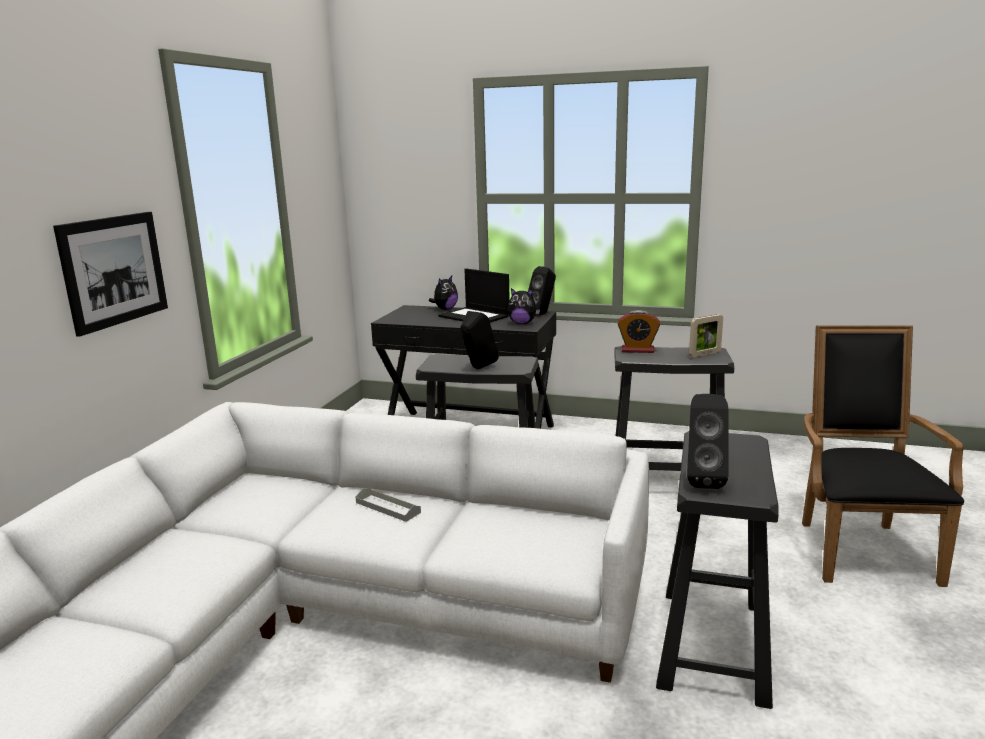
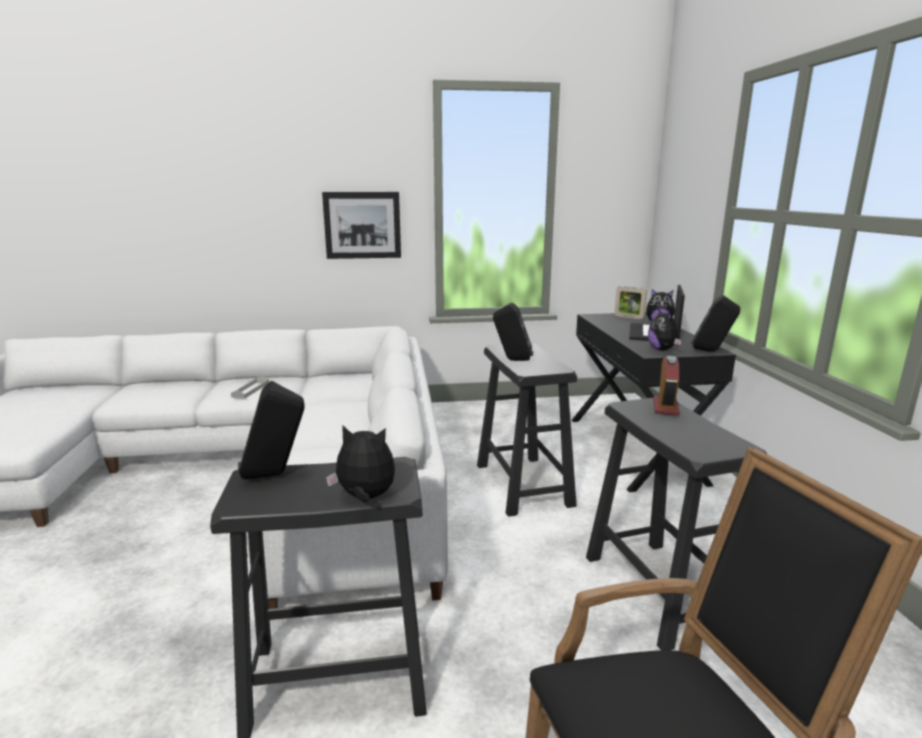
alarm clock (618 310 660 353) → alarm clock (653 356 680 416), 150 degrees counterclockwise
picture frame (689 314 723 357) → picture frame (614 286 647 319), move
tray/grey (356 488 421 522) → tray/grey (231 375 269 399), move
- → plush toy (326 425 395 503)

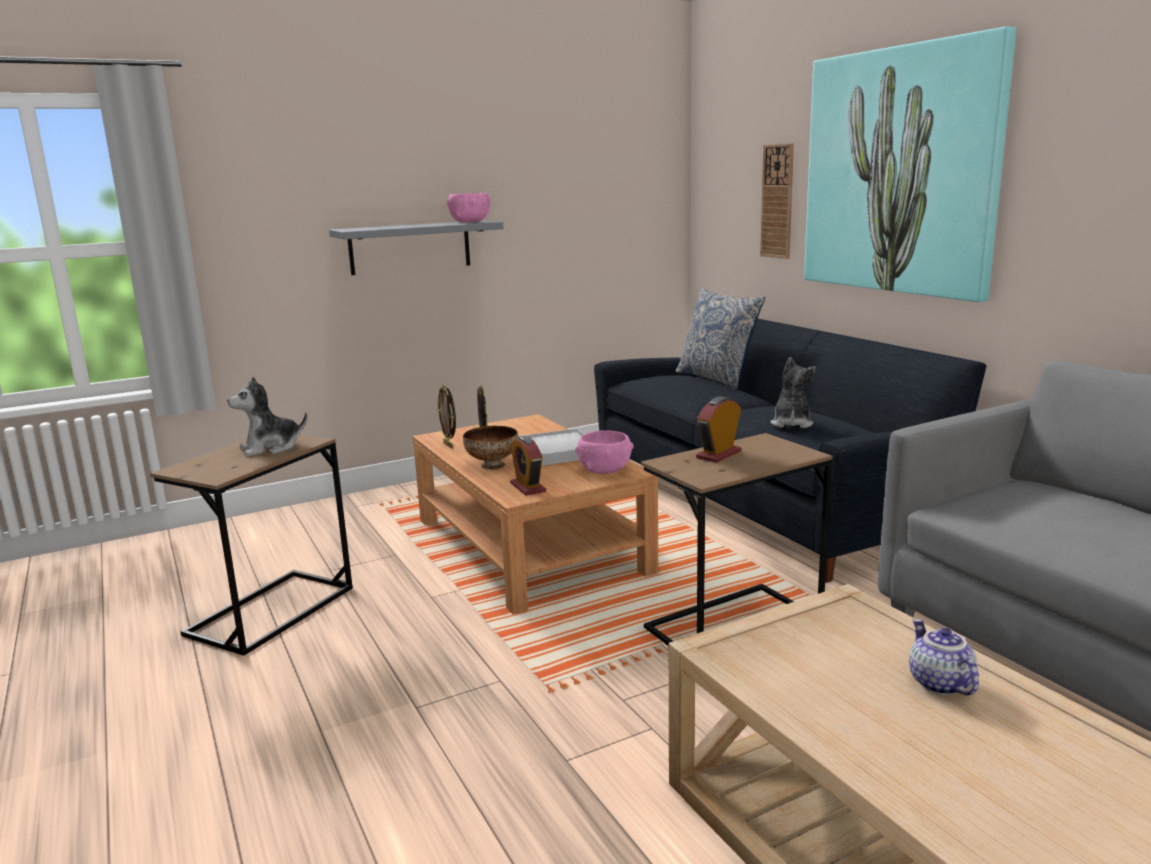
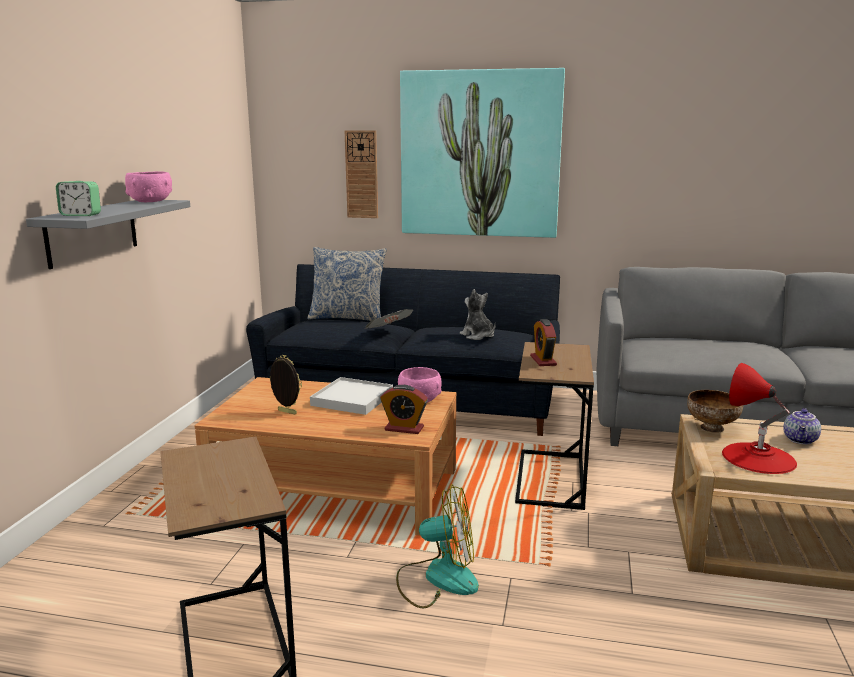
plush toy (227 376 307 457) → -
picture frame (437 384 456 449) → -
bowl (463 426 518 470) → bowl (687 390 743 433), move
teapot (909 619 979 695) → teapot (783 408 821 445), 90 degrees counterclockwise
- → alarm clock (56 181 101 216)
- → newspaper (365 309 413 329)
- → table lamp/red (722 363 797 474)
- → fan (396 484 479 608)

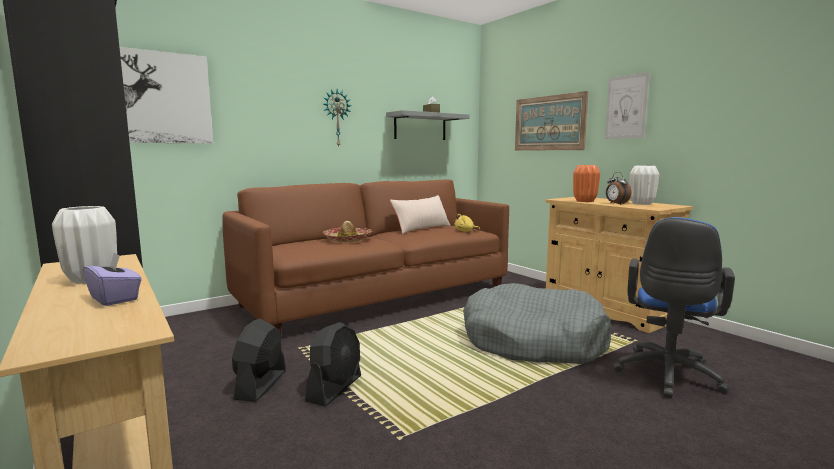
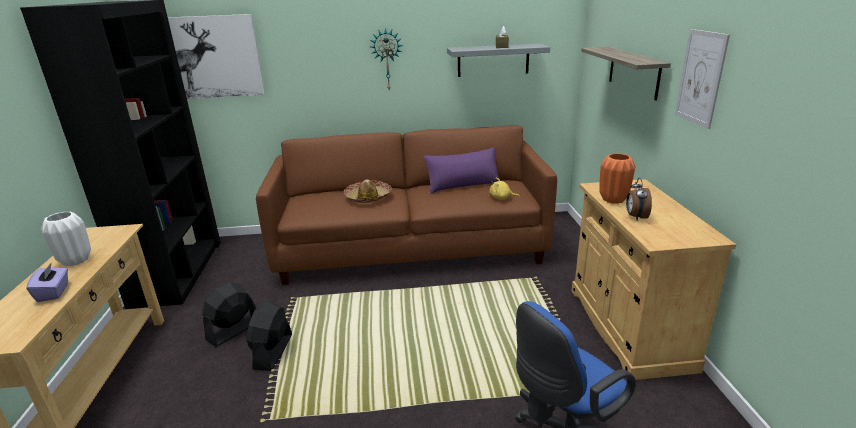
picture (515 91 589 151) → shelf (581 47 671 101)
vase/white (629 166 659 205) → -
pillow/beige (390 195 451 234) → pillow/purple (424 147 500 194)
dog bed/grey (463 283 612 364) → -
fan/black (305 322 361 407) → fan/black (246 301 292 371), 135 degrees clockwise

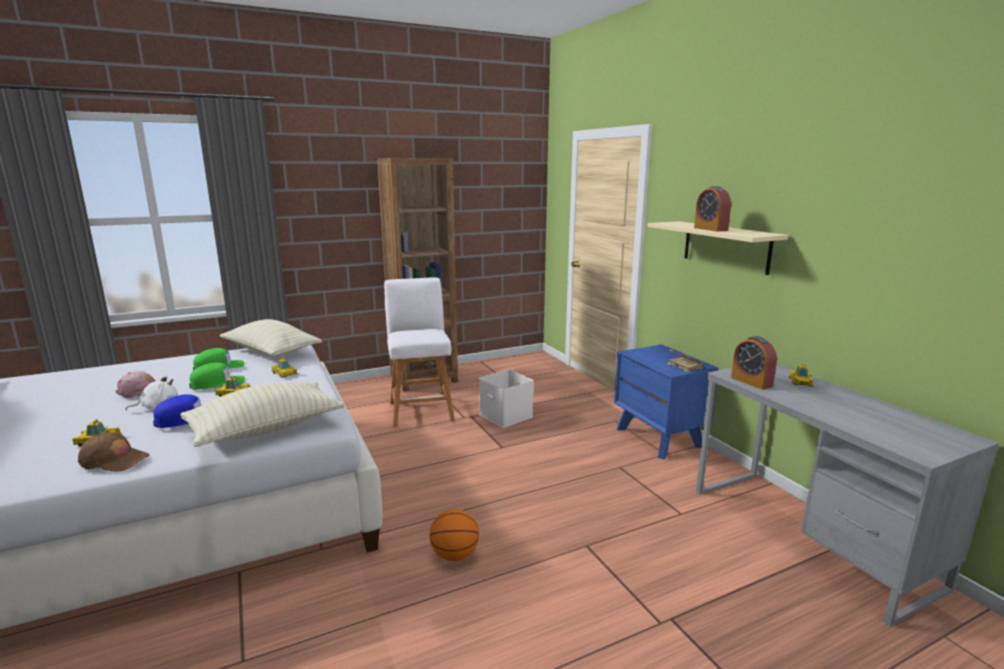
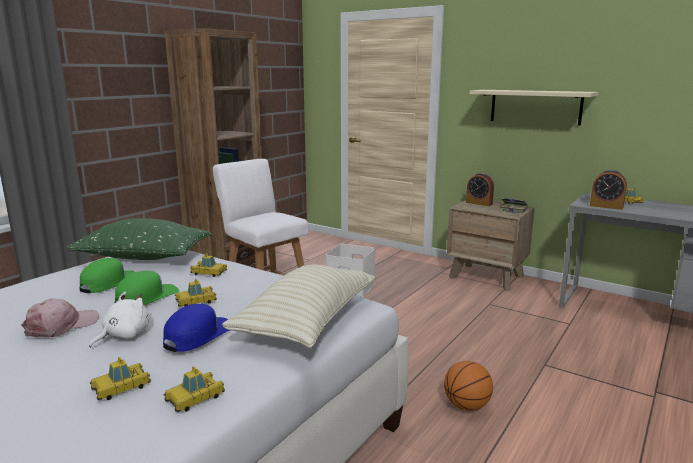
alarm clock (694 186 731 232) → alarm clock (466 173 494 206), move
pillow/beige (220 319 322 356) → pillow/green (66 218 211 260)
nightstand/blue (614 344 719 460) → nightstand/brown (447 200 535 291)
cap/brown (78 432 150 472) → toy car (164 367 225 412)

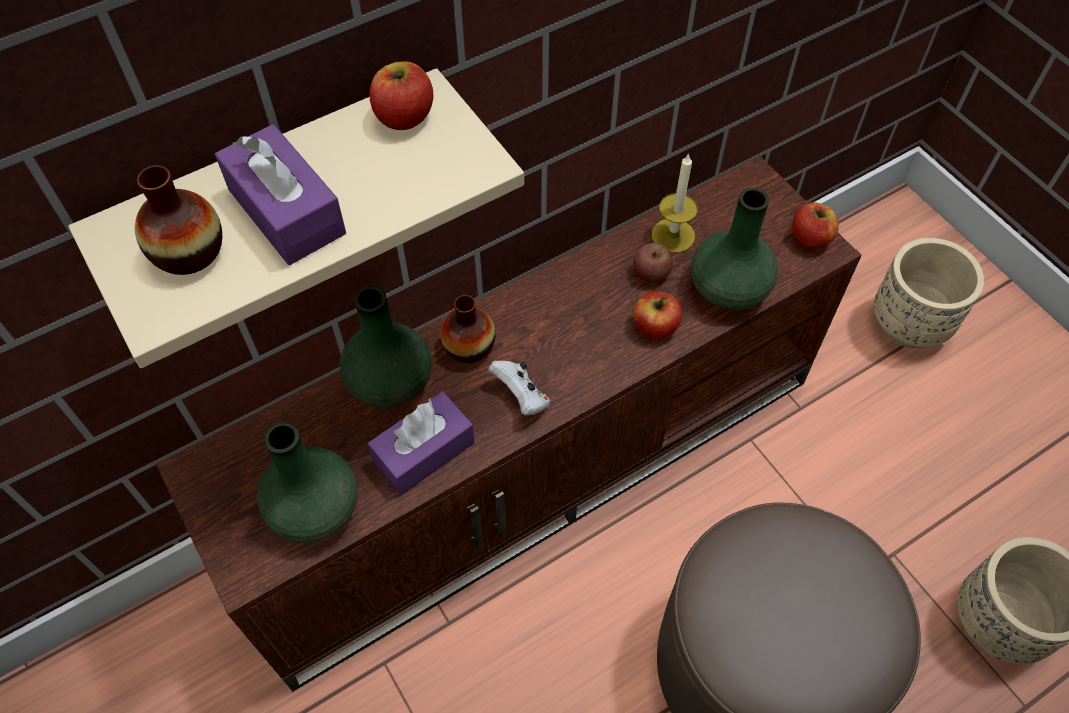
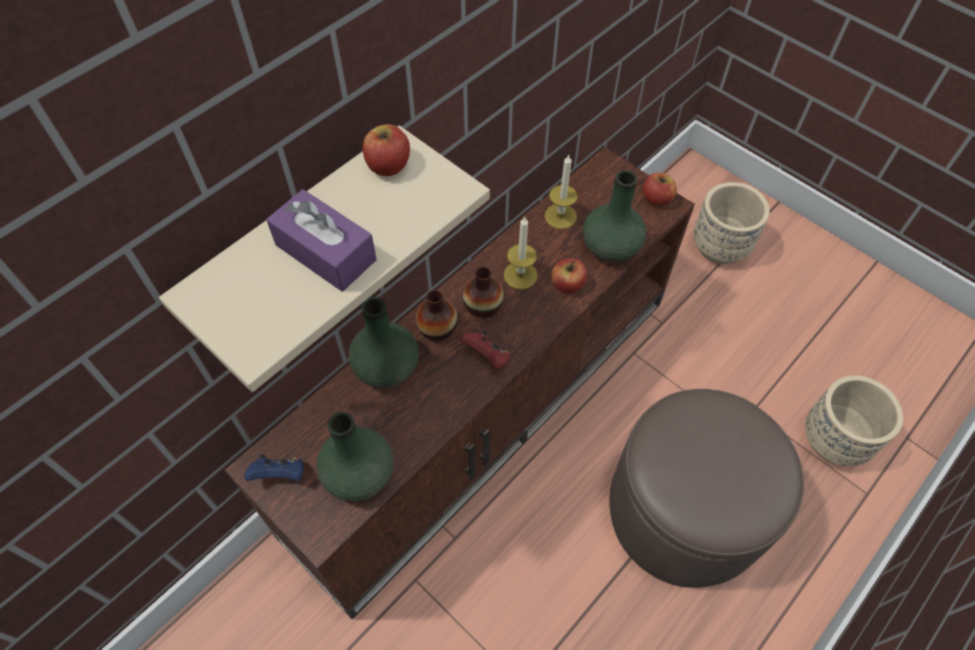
vase (135 165 222 275) → vase (463 267 504 318), move
apple (633 243 673 282) → -
game controller/white (488 361 550 415) → game controller/red (460 330 510 369)
tissue box/purple (367 392 475 495) → -
- → candle (504 217 538 290)
- → game controller/blue (244 454 304 481)

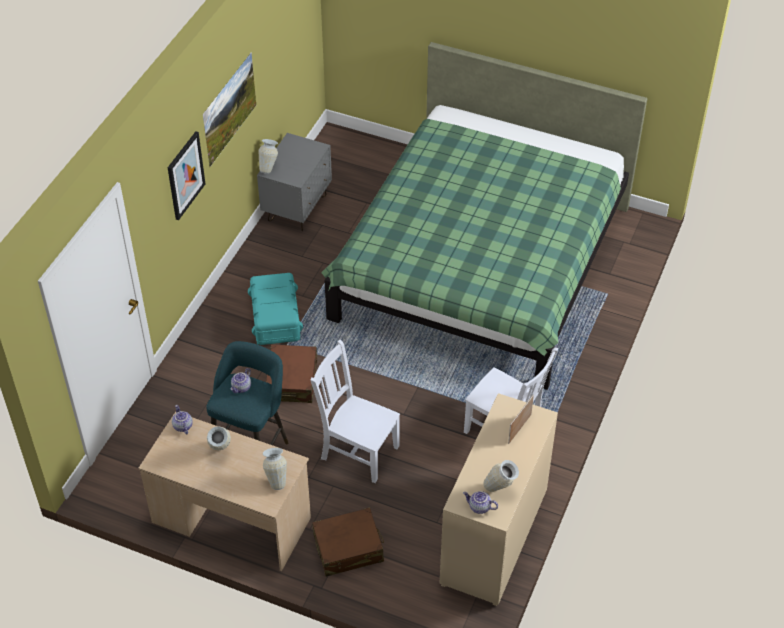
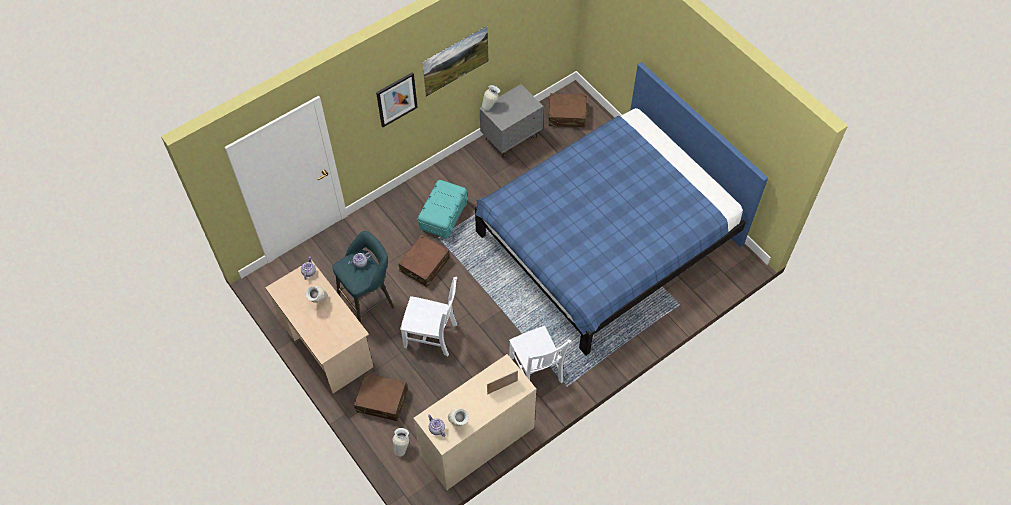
bed/green (321 42 647 390) → bed/blue (475 62 768 356)
chair/white (310 339 400 483) → chair/white (400 277 457 357), 135 degrees clockwise
vase (263 448 287 490) → vase (392 428 410 457), move
- → suitcase/brown (548 93 589 128)

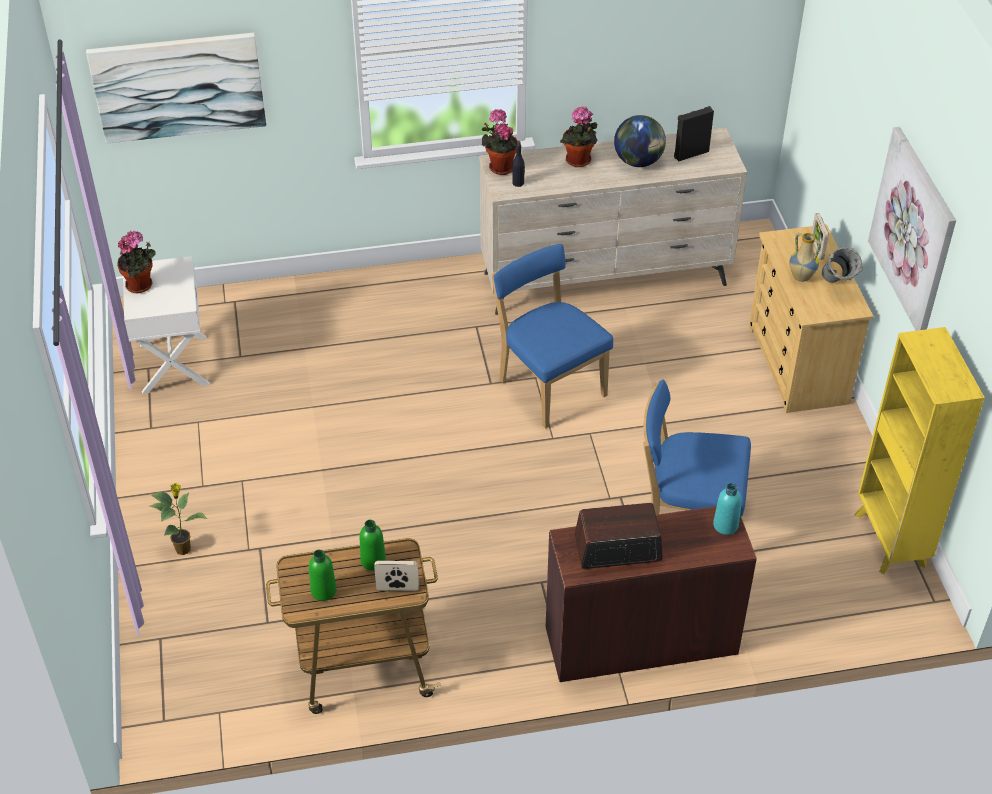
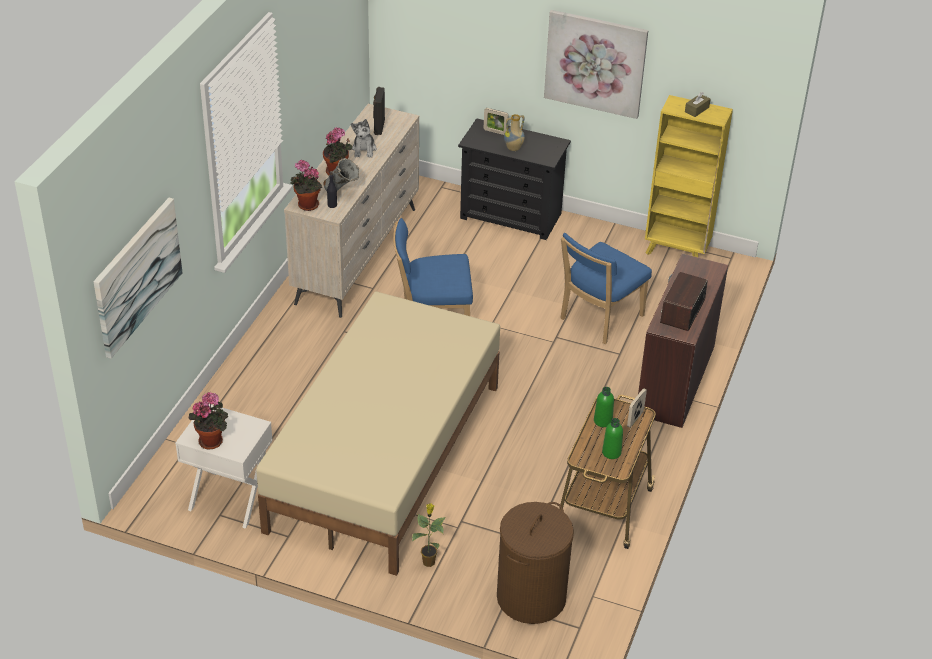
globe (614 115 666 167) → plush toy (351 119 377 158)
dresser/beige (749 224 873 413) → dresser/black (458 118 571 240)
vase/grey (822 247 863 283) → vase/grey (324 158 359 191), move
bottle/turquoise (713 483 742 535) → -
- → tissue box/brown (685 92 710 117)
- → bed/beige (256 291 500 576)
- → laundry basket/brown (497 502 574 624)

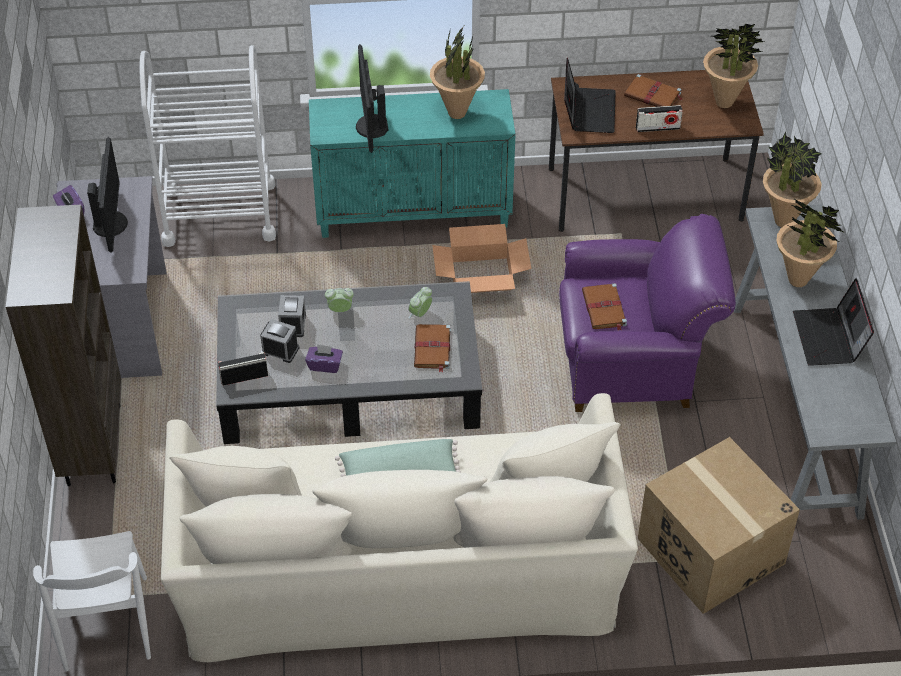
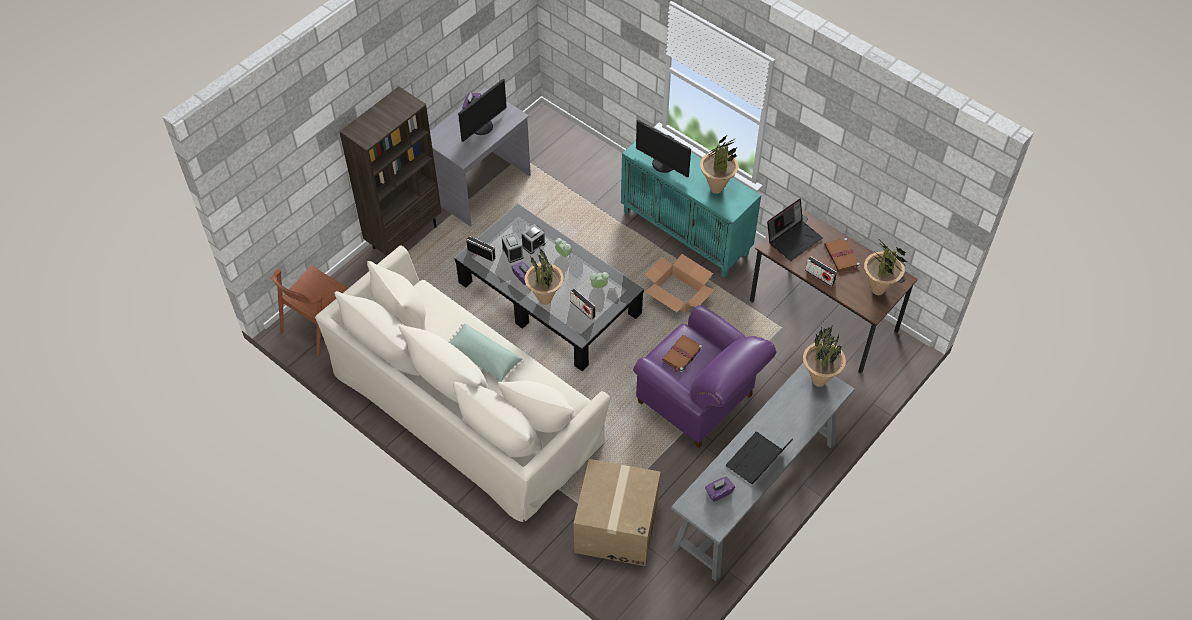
monitor (356 44 388 153) → monitor (636 120 691 177), 90 degrees counterclockwise
cart/white (139 45 276 247) → -
potted plant (777 199 845 287) → potted plant (525 247 564 305), move
book/brown (414 324 451 372) → radio (570 288 596 320)
chair/white (33 531 151 671) → chair/brown (270 265 348 357)
- → tissue box/purple (705 477 735 502)

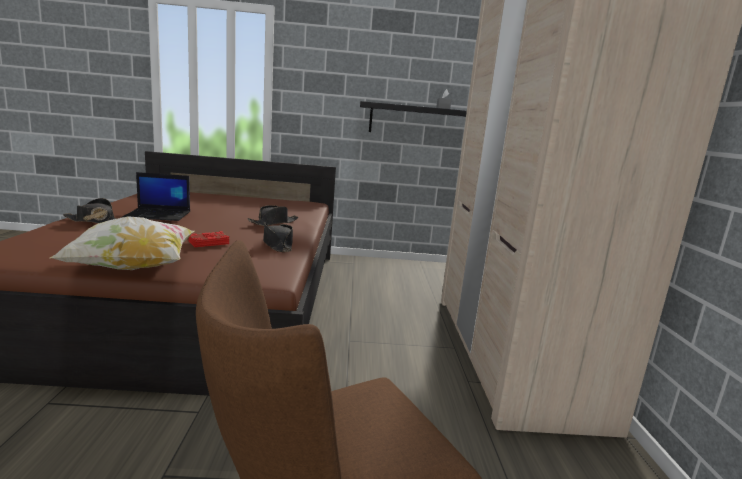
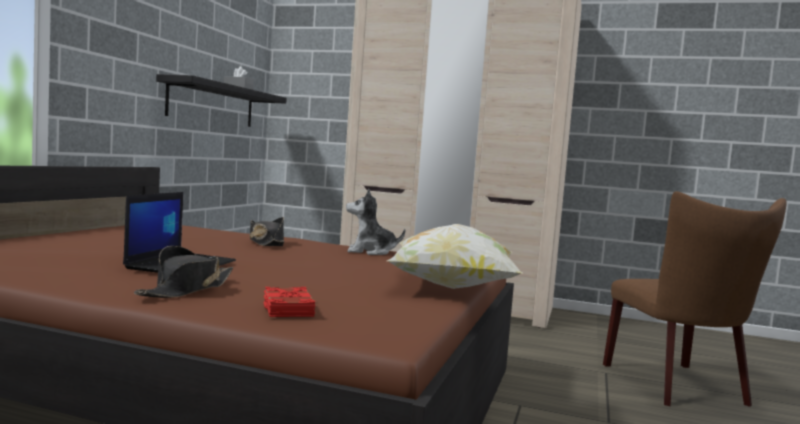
hat/black (263 223 293 252) → plush toy (346 188 405 255)
book/red (188 231 229 247) → book/red (263 287 316 317), move

